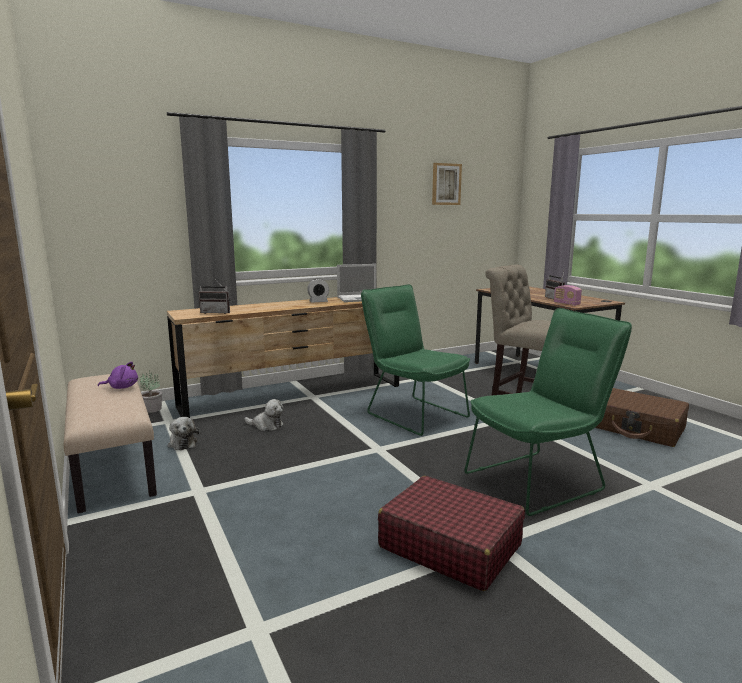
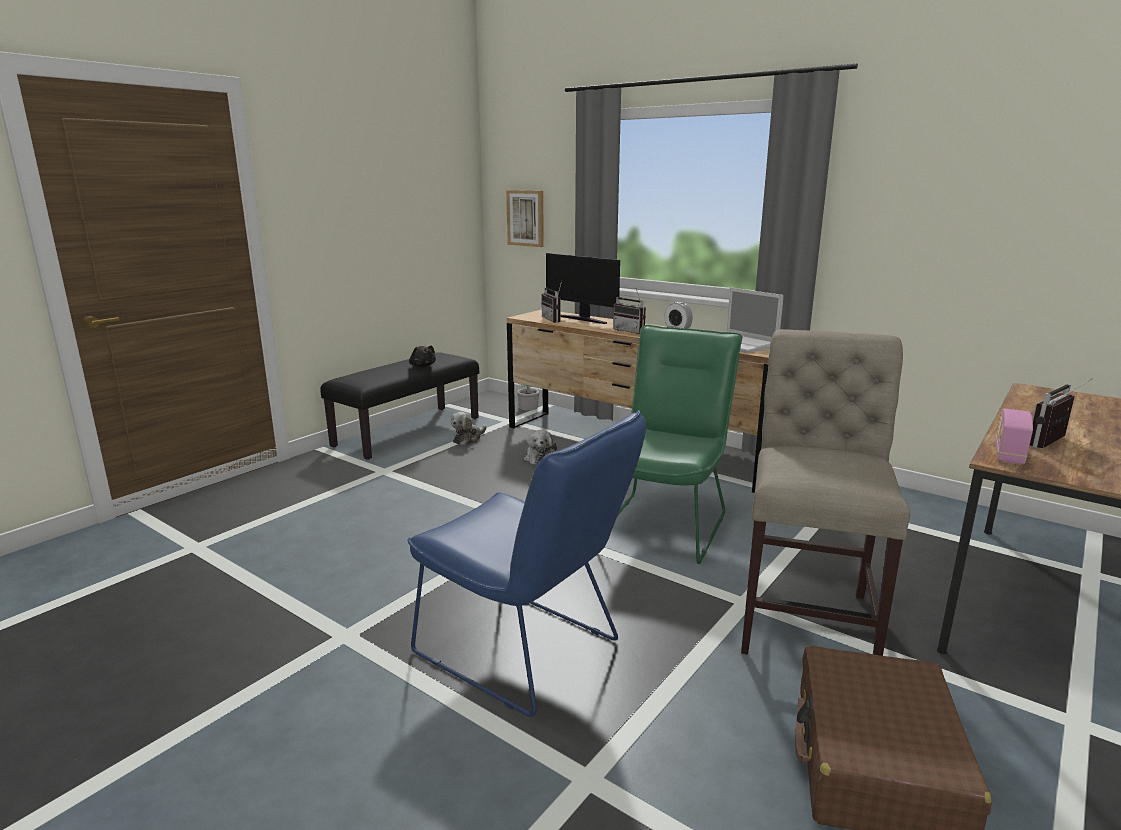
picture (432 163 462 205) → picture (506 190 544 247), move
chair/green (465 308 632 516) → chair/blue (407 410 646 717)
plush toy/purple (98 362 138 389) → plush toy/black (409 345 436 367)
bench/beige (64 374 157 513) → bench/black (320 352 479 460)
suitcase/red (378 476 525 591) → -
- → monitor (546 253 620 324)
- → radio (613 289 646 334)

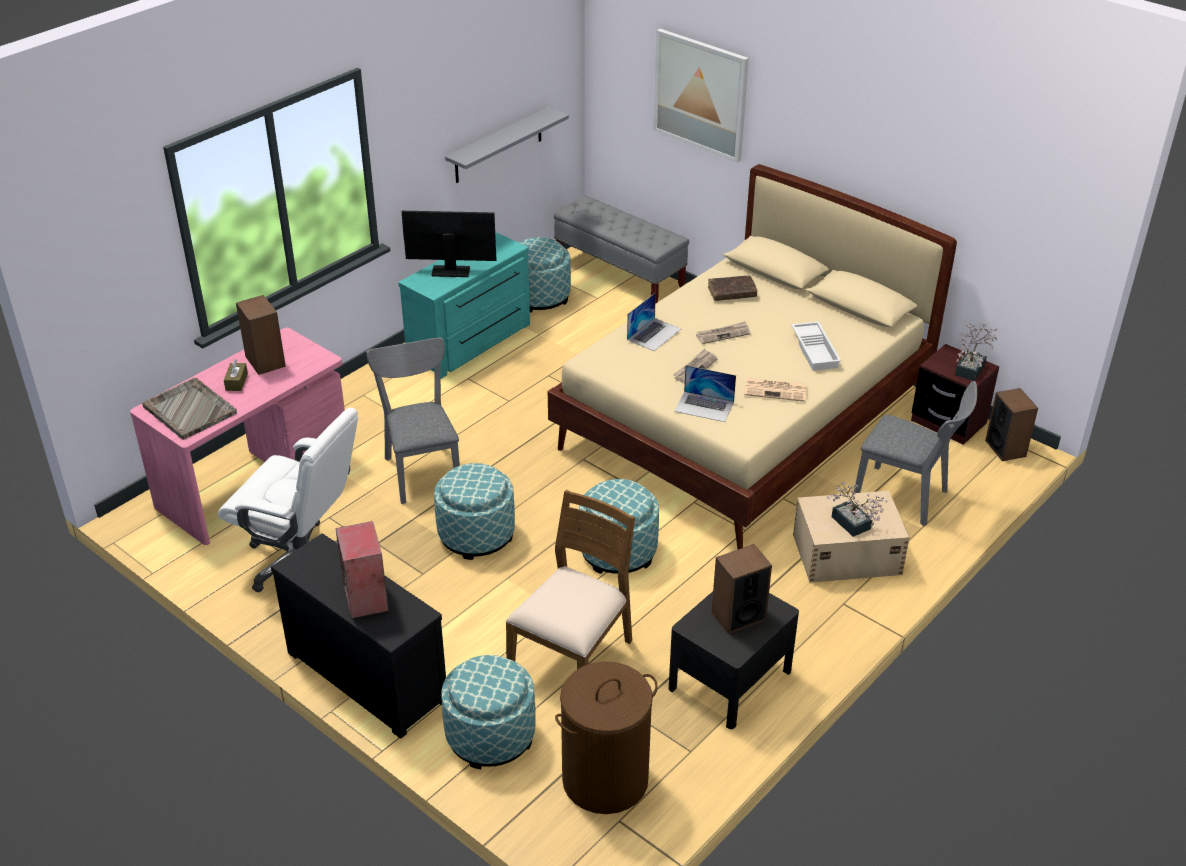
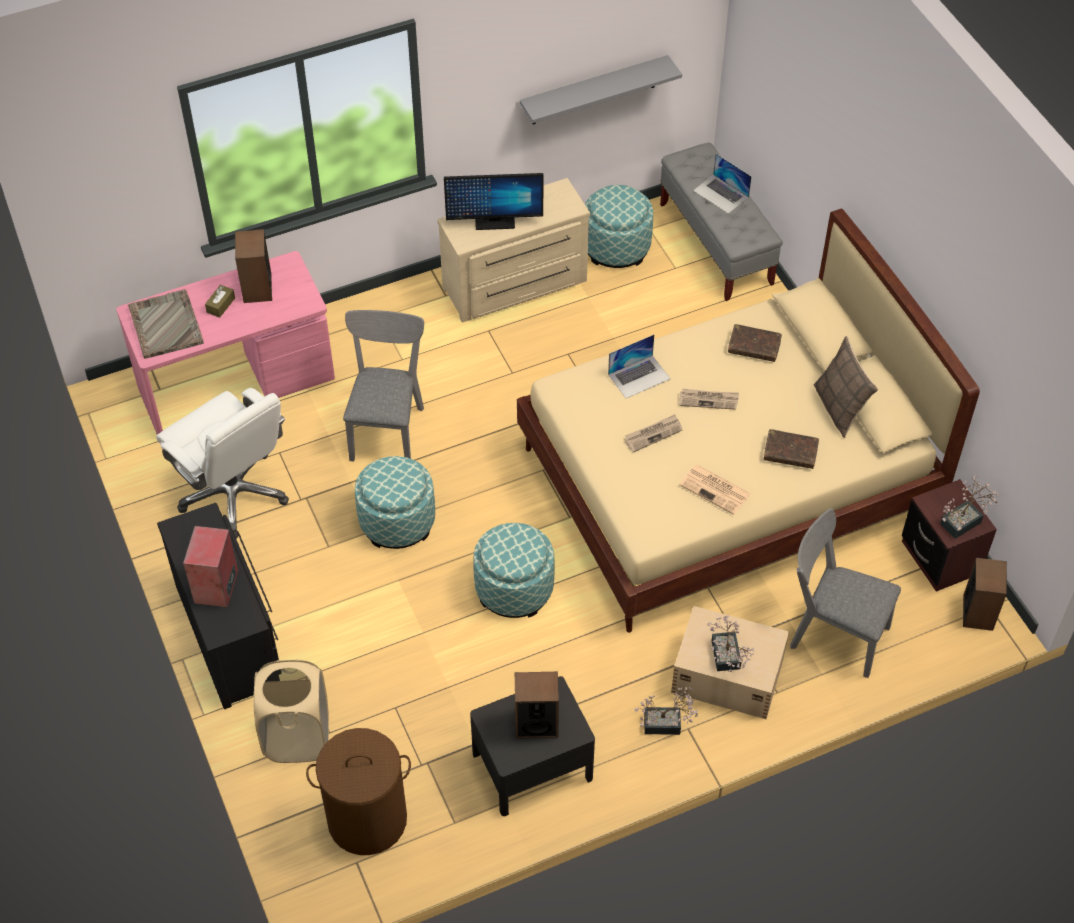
picture (653 29 749 163) → -
monitor (402 211 496 277) → monitor (444 173 543 230), 150 degrees clockwise
dresser/turquoise (399 232 530 379) → dresser/beige (437 178 590 322)
tray/white (791 321 841 371) → book/brown (764 429 819 469)
laptop (674 365 736 422) → laptop (693 154 752 214), move
chair/grey (855 381 977 526) → chair/grey (790 508 901 678), 150 degrees clockwise
chair/brown (506 490 635 669) → -
ottoman (441 655 536 769) → laundry basket/beige (254 659 329 763)
- → pillow (814 336 878 438)
- → potted plant (635 687 698 735)

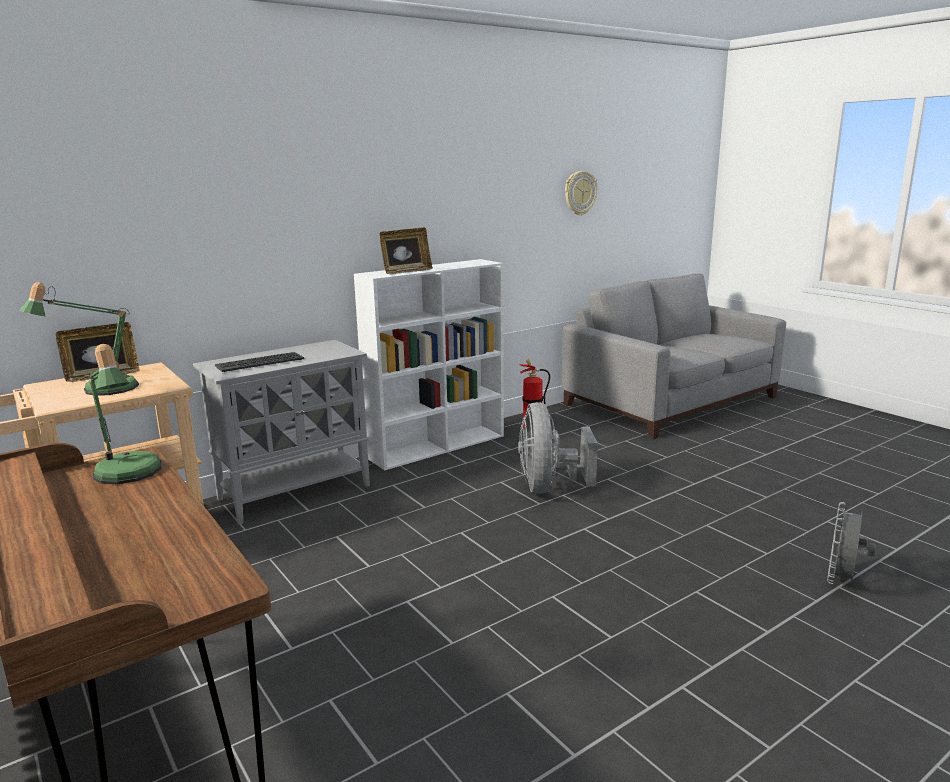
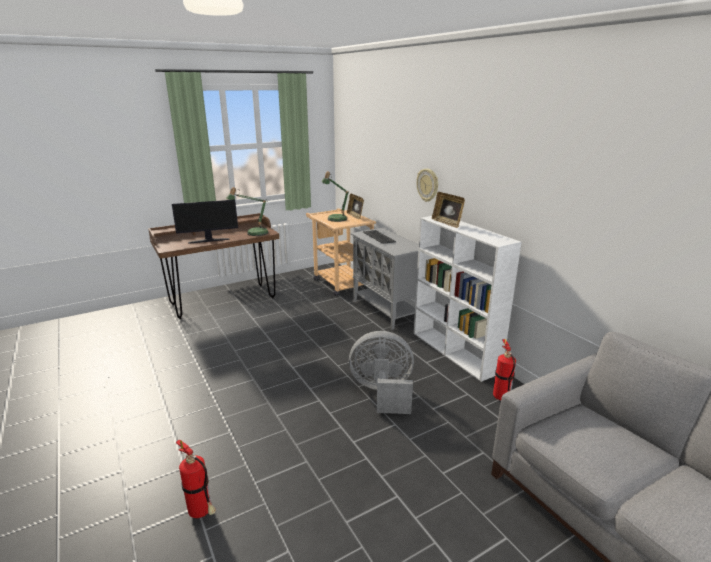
wall clock (565 171 598 216) → wall clock (417 169 438 202), move
fan/grey (827 502 876 584) → fire extinguisher (176 440 216 518)
- → monitor (172 200 238 244)

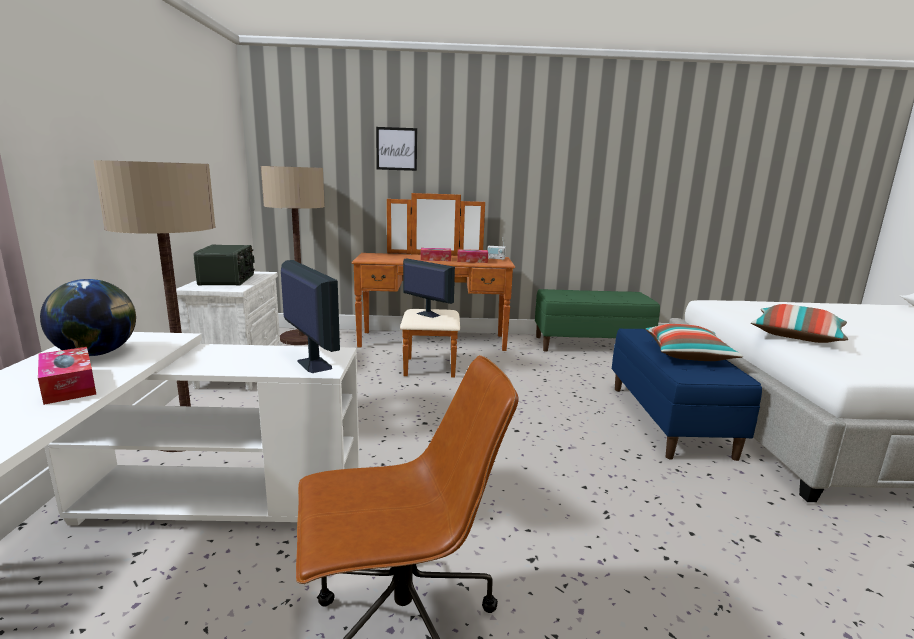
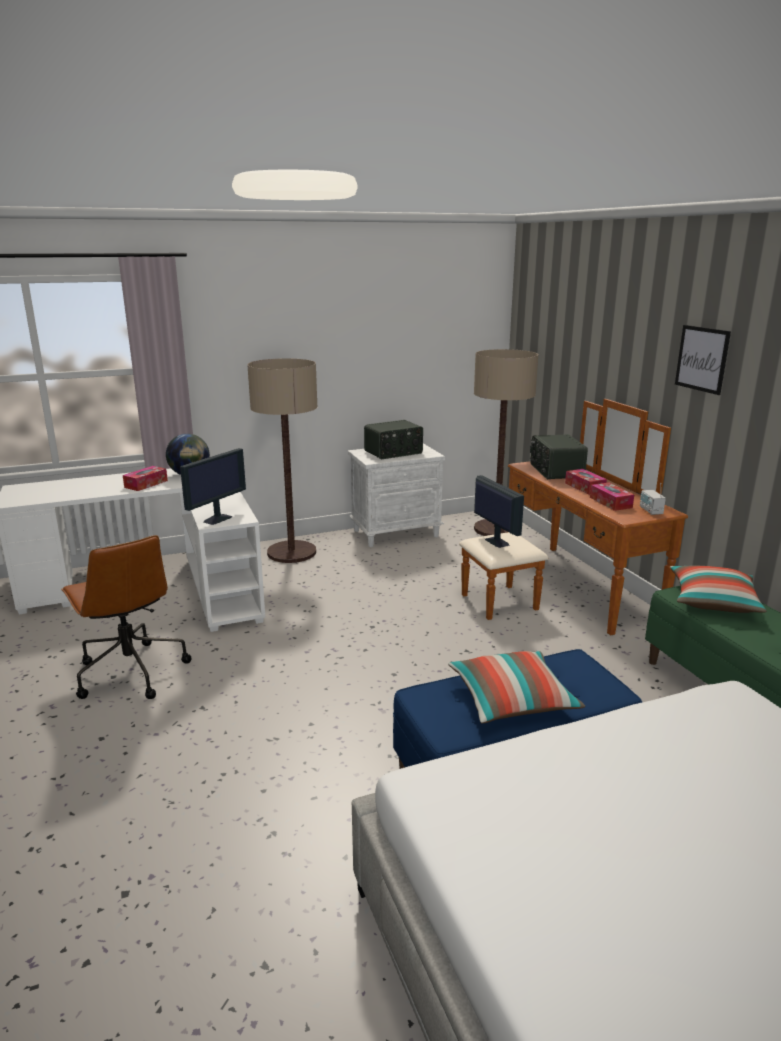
picture (376 127 417 171) → picture (675 325 731 395), move
monitor (403 259 455 318) → monitor (474 475 524 548), 45 degrees counterclockwise
pillow (751 304 848 343) → pillow (670 566 767 613), move
- → radio (530 434 588 479)

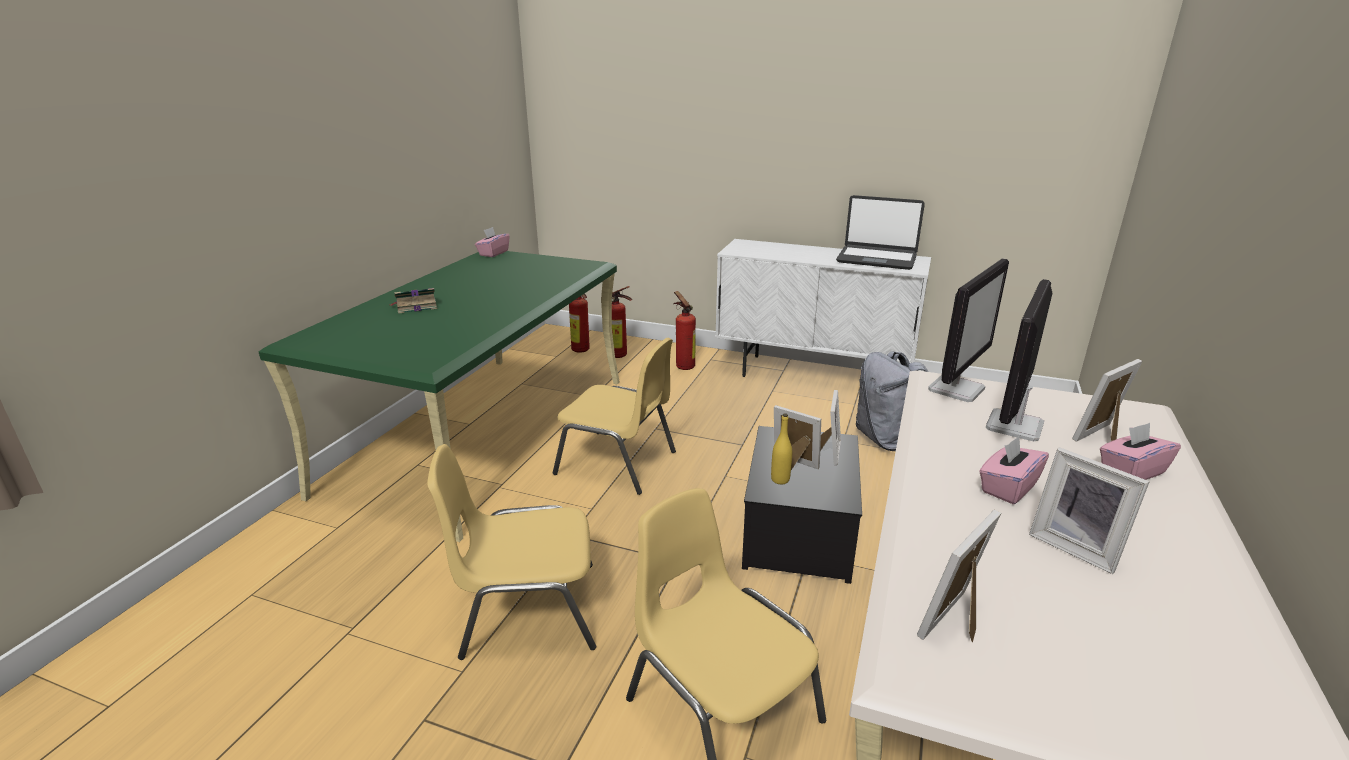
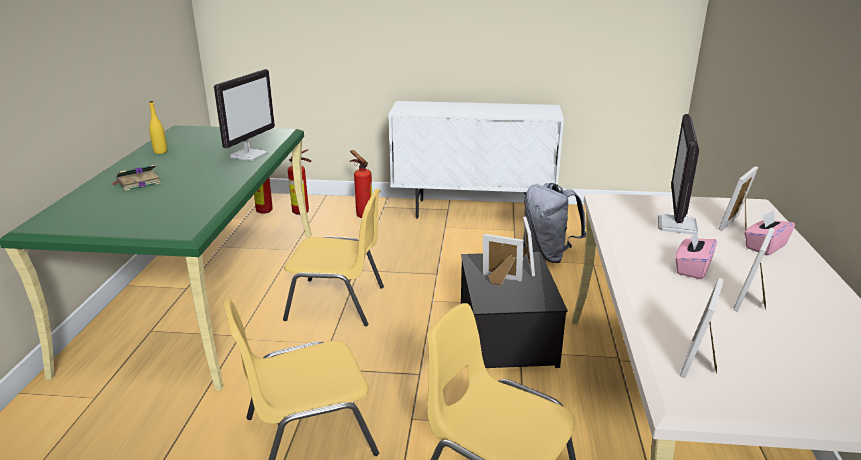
laptop (836 195 925 270) → -
tissue box/pink (475 227 510 257) → -
monitor (928 258 1009 402) → monitor (214 69 275 161), move
bottle/yellow (771 414 792 484) → bottle/yellow (149 101 167 154), move
picture frame (1029 447 1150 574) → picture frame (733 228 775 312), 90 degrees clockwise

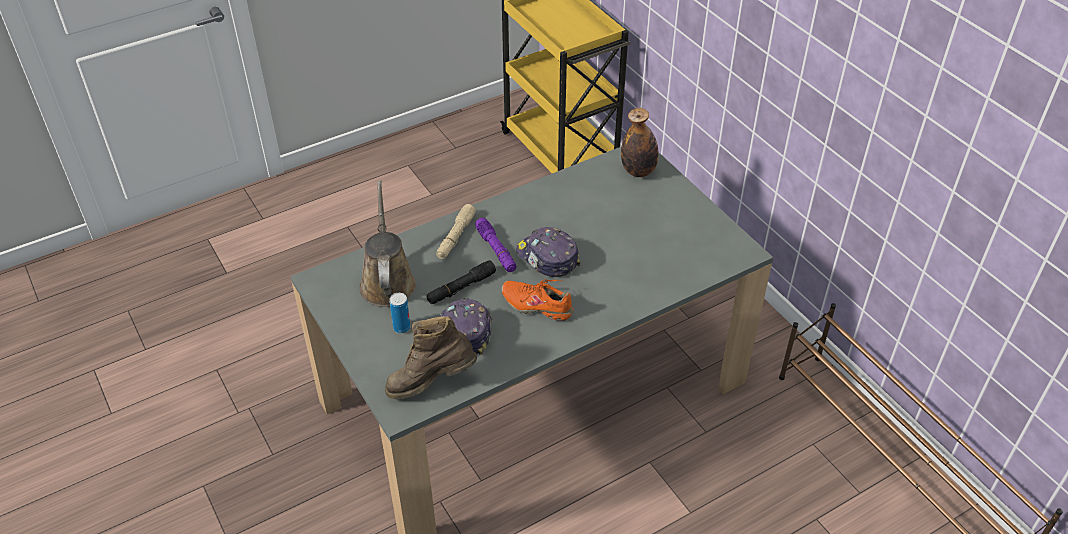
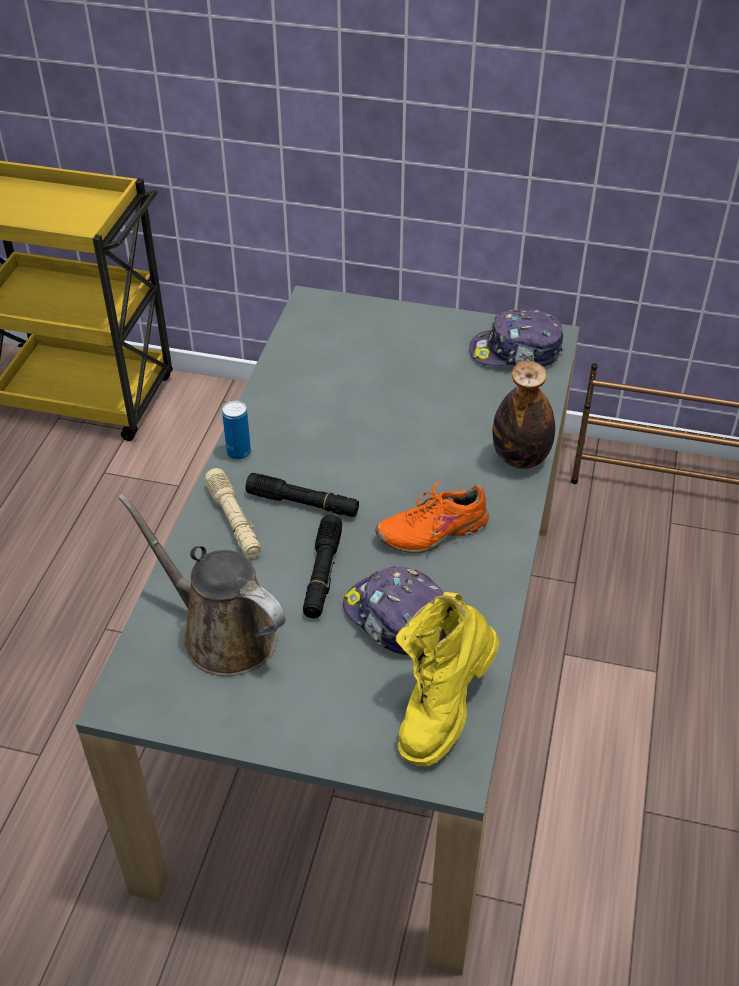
bottle (621 108 659 177) → bottle (493 361 555 469), move
flashlight/purple (475 218 517 272) → flashlight/black (245 473 359 517)
cap (516 227 581 277) → cap (469 309 563 367), move
can (389 293 410 333) → can (222 401 251 460), move
boot/brown (385 316 477 399) → boot/yellow (395 592 499 766)

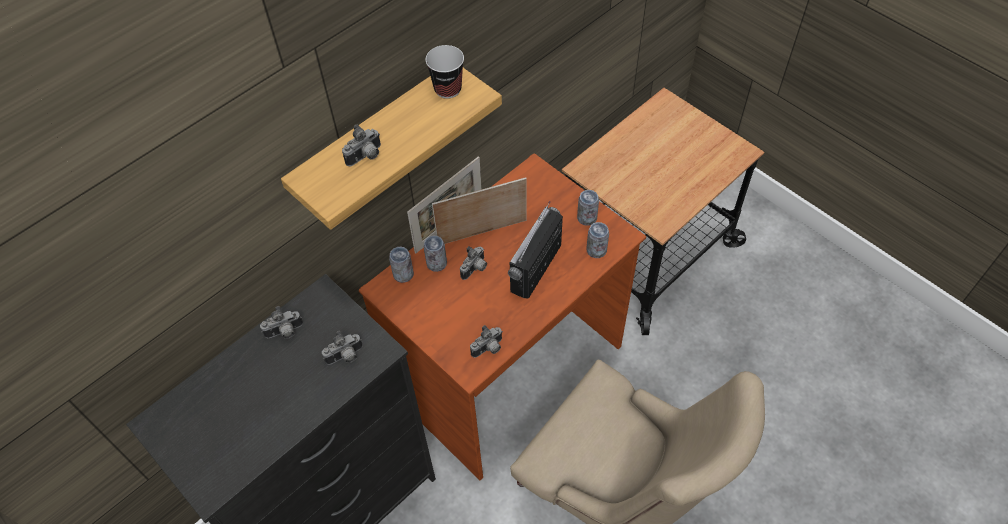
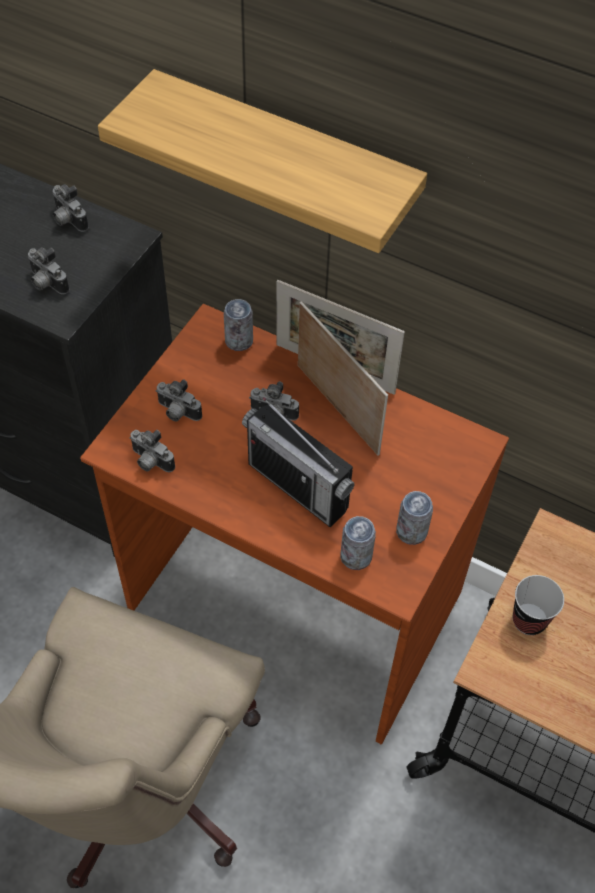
cup (425 45 464 99) → cup (513 575 564 635), move
photo camera (342 124 381 166) → photo camera (156 379 202 421), move
radio (508 201 563 299) → radio (242 398 355 528), 150 degrees counterclockwise
can (424 236 447 272) → -

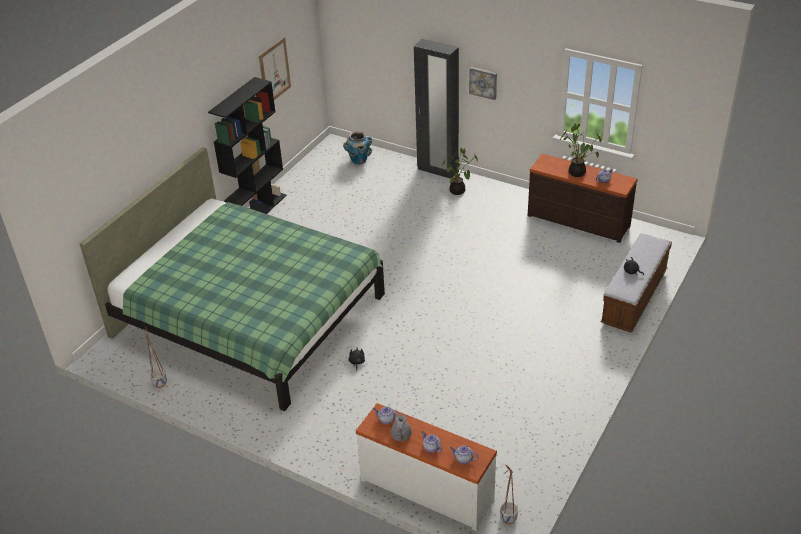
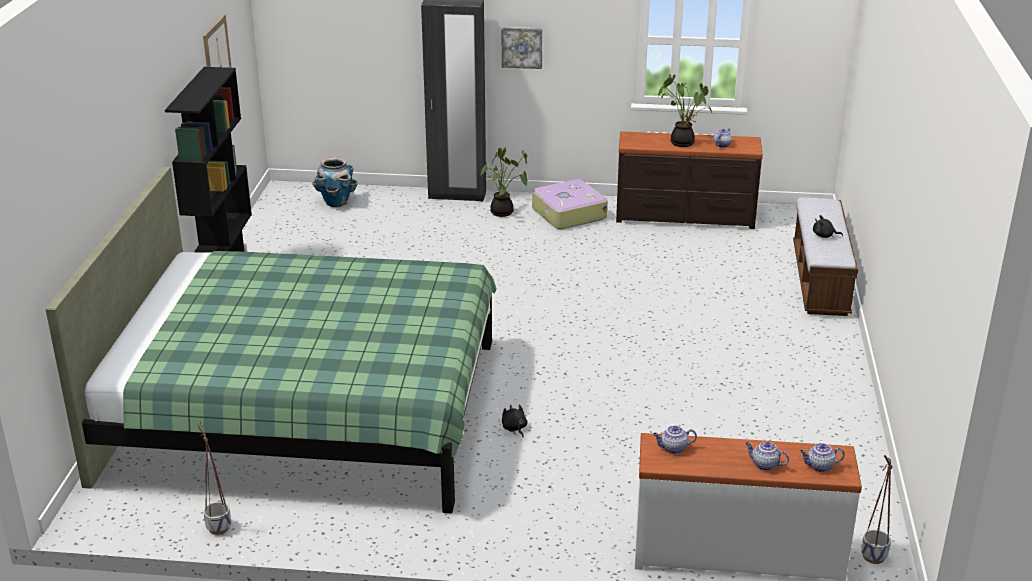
teapot/grey (391 415 412 441) → -
- → suitcase (532 179 608 229)

